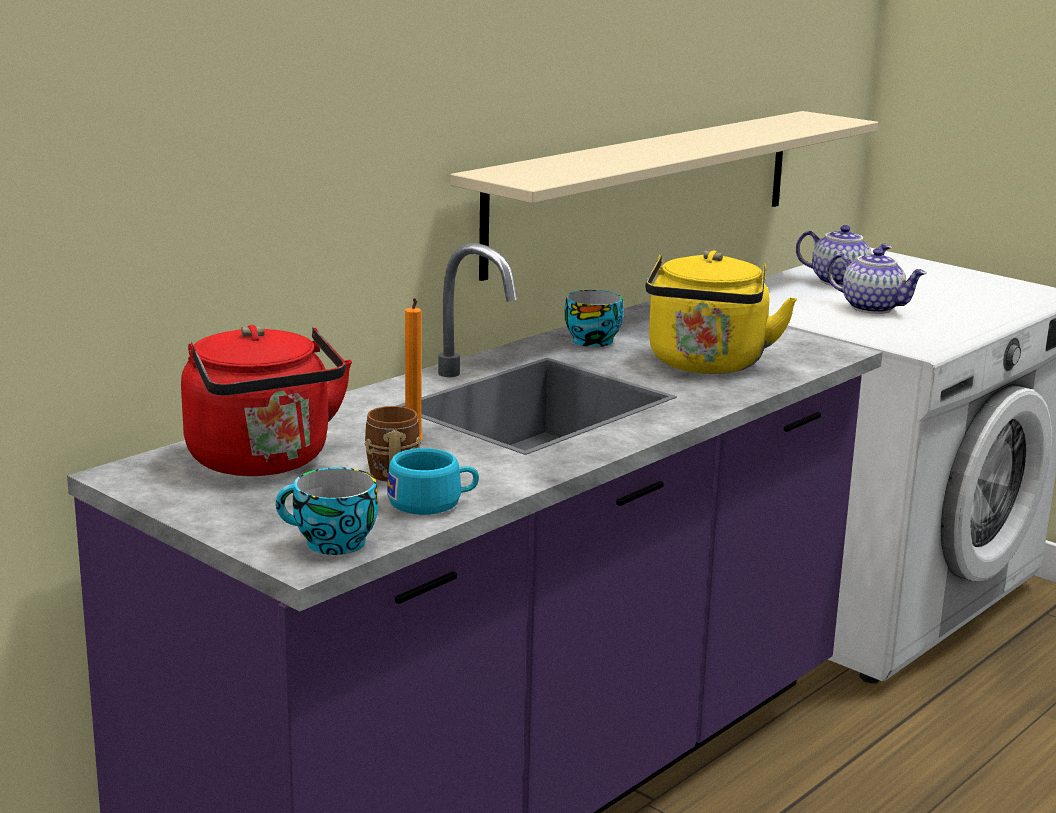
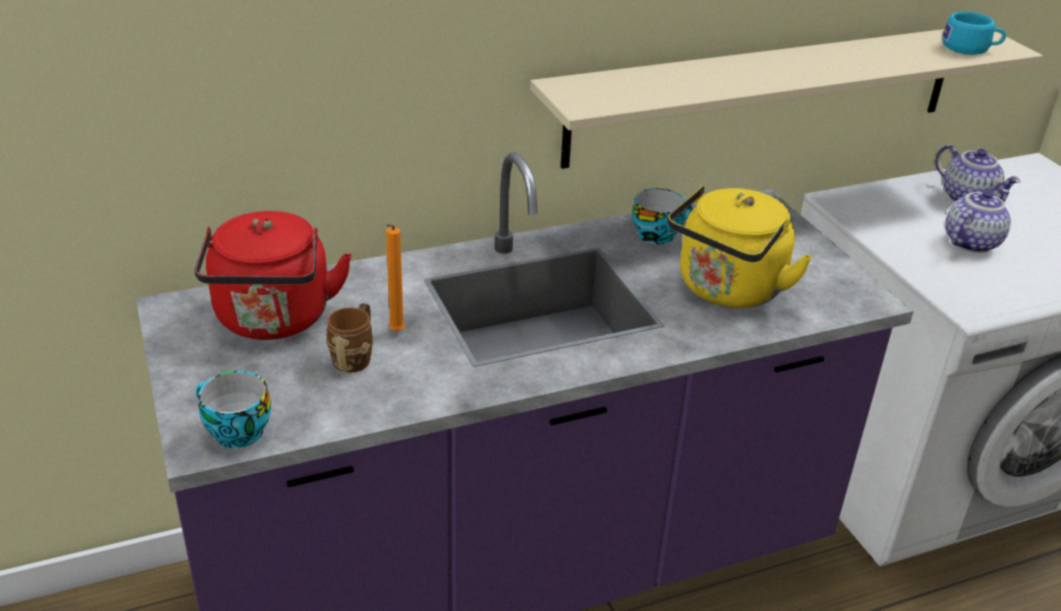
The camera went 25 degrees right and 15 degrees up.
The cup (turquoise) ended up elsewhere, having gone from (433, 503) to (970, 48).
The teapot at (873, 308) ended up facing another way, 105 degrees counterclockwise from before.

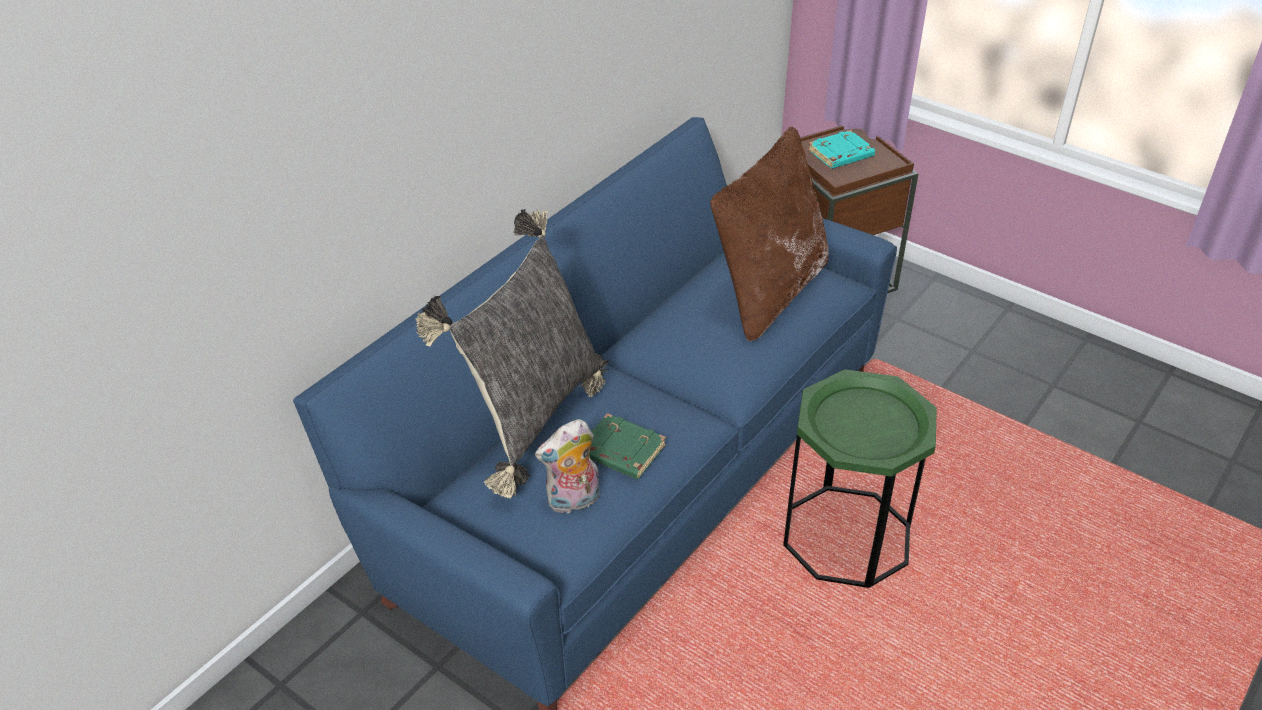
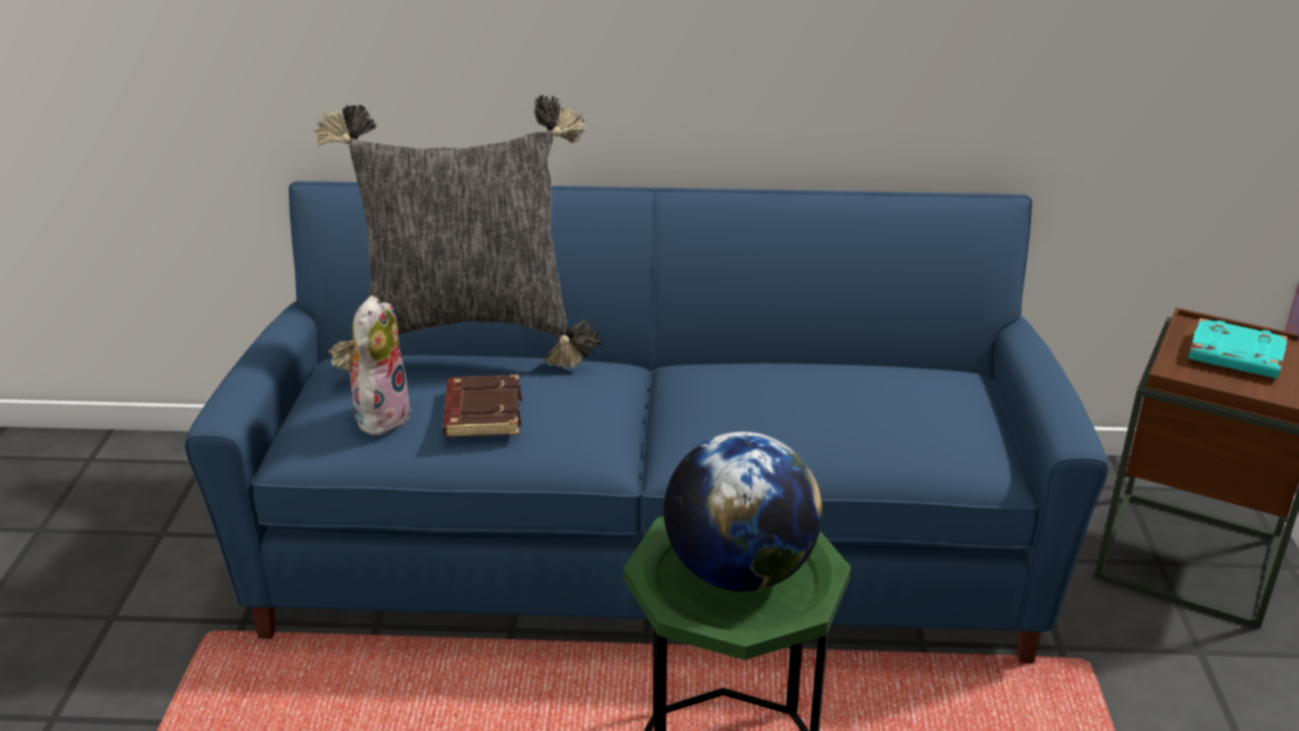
The camera went 55 degrees right and 10 degrees down.
The second view lost the pillow (brown) at (769, 295).
The second view gained the globe at (739, 572).
What was the book (green) at (620, 452) turned into the book (brown) at (481, 413).
The plush toy at (573, 502) ended up facing another way, 75 degrees clockwise from before.

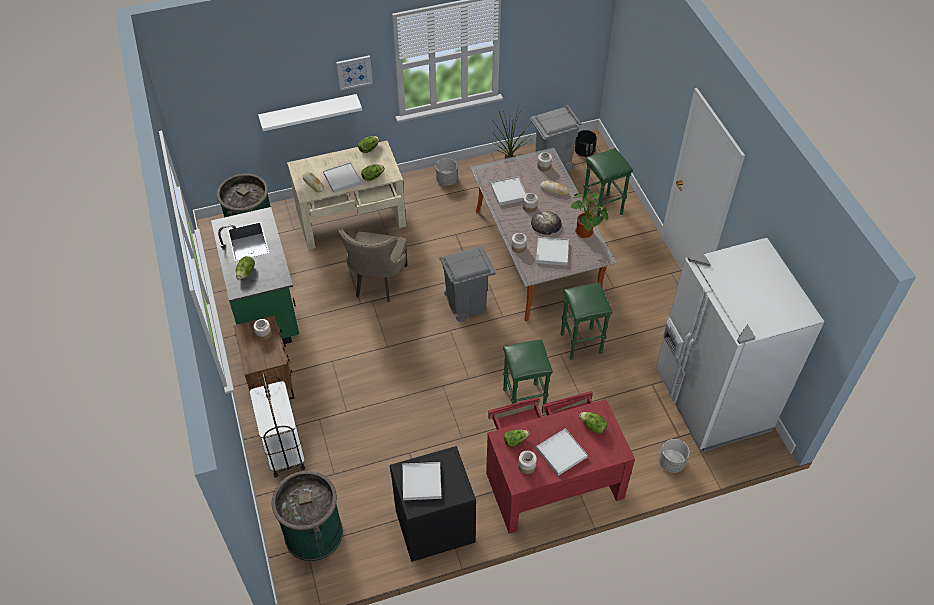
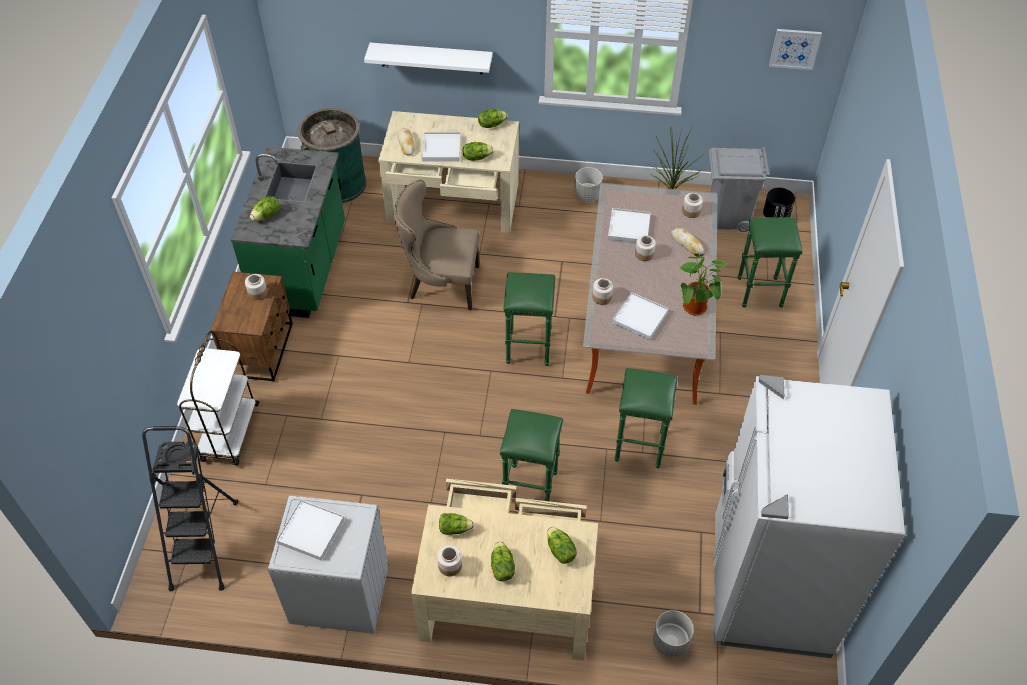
The camera went 25 degrees right and 0 degrees up.
The second view lost the bread at (546, 224).
The picture ended up elsewhere, having gone from (354, 72) to (794, 48).
Where the trash can (green) stood at (313, 533), the step ladder came to stand at (204, 542).
Where the trash can (grey) stood at (466, 304), the stool (green) came to stand at (527, 347).
Where the tray (white) stood at (561, 453), the lettuce came to stand at (501, 567).
What was the washing machine (black) at (434, 525) turned into the washing machine (white) at (339, 592).
What was the desk (red) at (550, 479) turned into the desk (beige) at (506, 597).
The chair (beige) at (378, 282) ended up facing another way, 60 degrees clockwise from before.

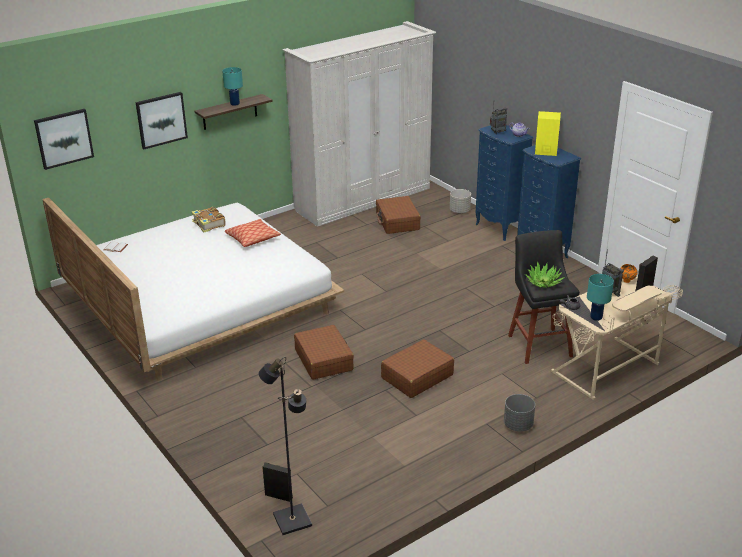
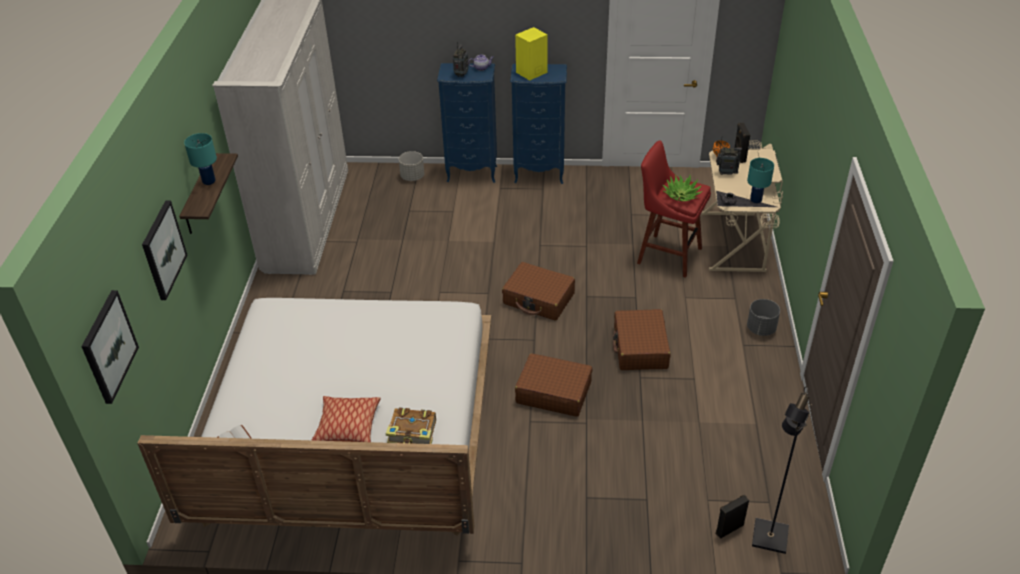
The camera went 50 degrees left and 10 degrees up.
The book ended up elsewhere, having gone from (208, 224) to (413, 433).
The pillow ended up elsewhere, having gone from (253, 238) to (347, 426).
The suitcase (brown) ended up elsewhere, having gone from (397, 222) to (539, 299).
What was the stool (black) at (539, 345) turned into the stool (red) at (668, 255).

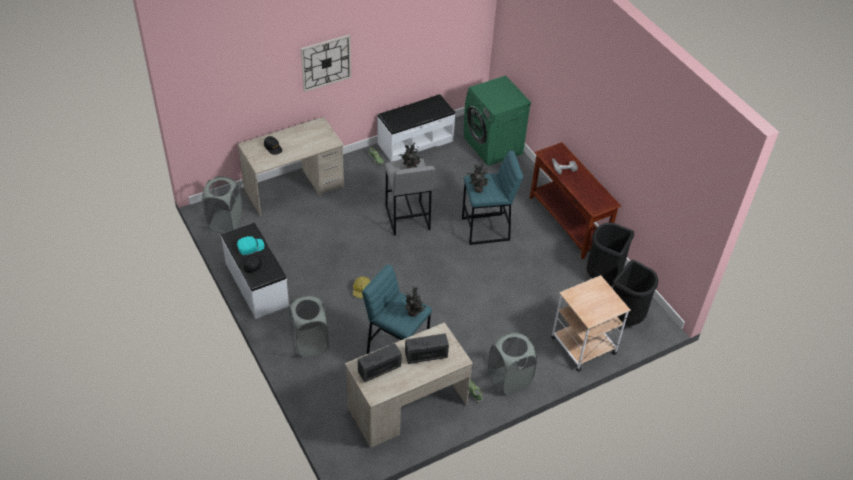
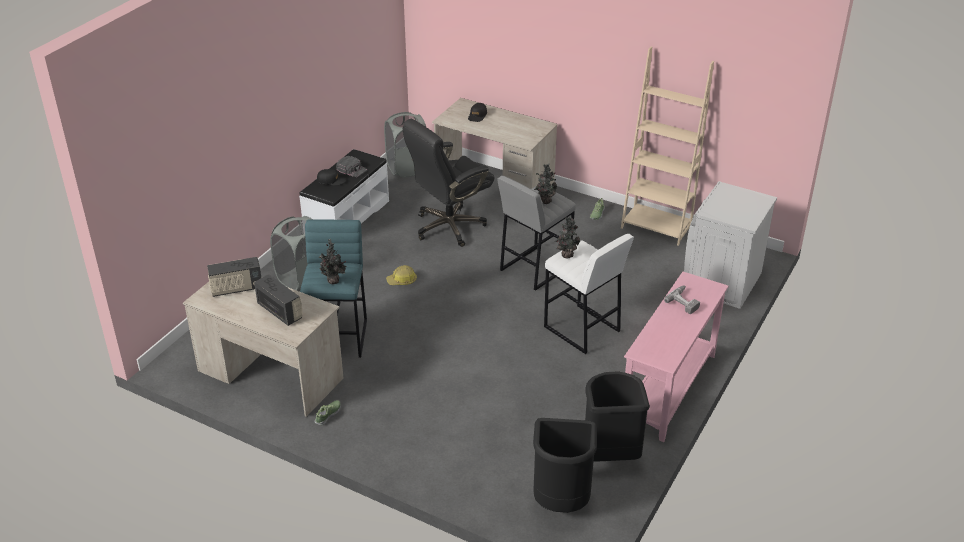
The camera went 60 degrees right and 10 degrees down.
The second view lost the wall clock at (326, 62).
The second view lost the laundry basket (grey) at (509, 379).
The second view lost the cart (beige) at (582, 346).
The second view gained the office chair (black) at (450, 226).
Where the bench (white) stood at (415, 142), the bookcase (beige) came to stand at (656, 227).
What was the cap (turquoise) at (250, 246) turned into the cap (black) at (352, 169).
What was the stool (turquoise) at (487, 229) turned into the stool (white) at (583, 330).
What was the washing machine (green) at (493, 147) turned into the washing machine (white) at (722, 283).
What was the console table (brown) at (568, 223) turned into the console table (pink) at (669, 390).
The radio at (379, 369) ended up facing another way, 135 degrees clockwise from before.

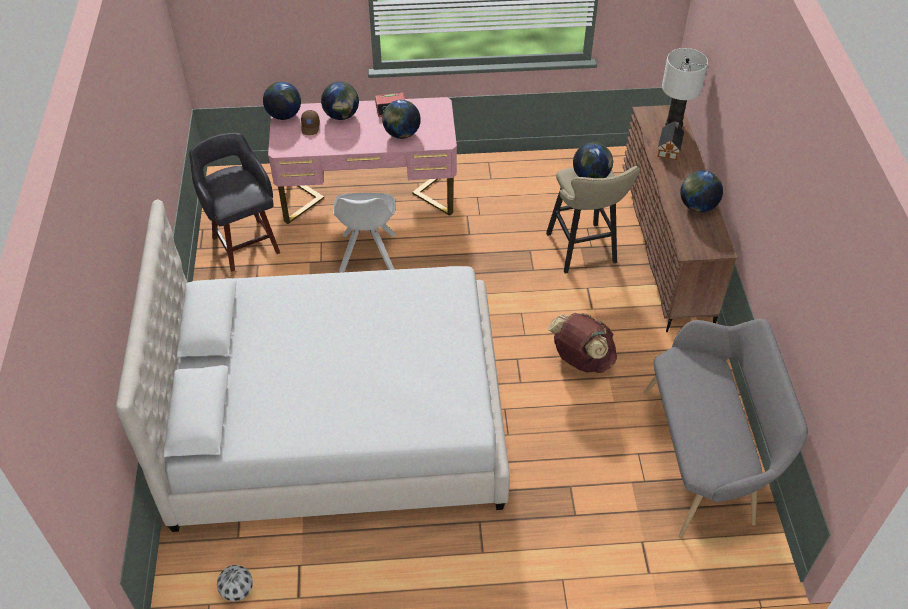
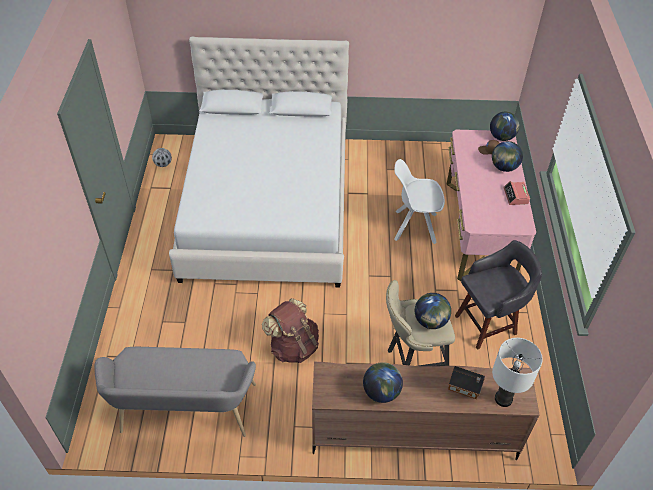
The camera went 95 degrees right and 0 degrees up.
The second view lost the globe at (401, 134).
The stool (grey) ended up elsewhere, having gone from (245, 243) to (488, 324).

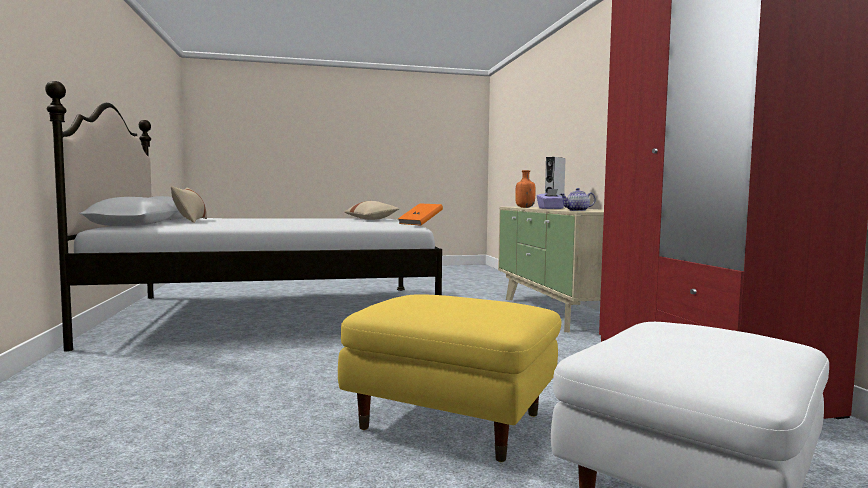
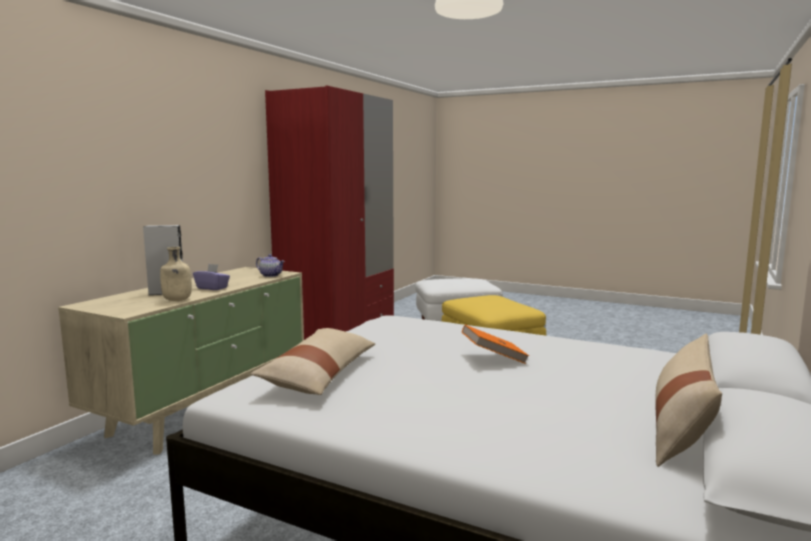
The camera went 140 degrees left and 5 degrees up.
The book (orange) ended up elsewhere, having gone from (420, 224) to (493, 358).
What was the bottle (orange) at (524, 207) turned into the bottle (beige) at (177, 300).

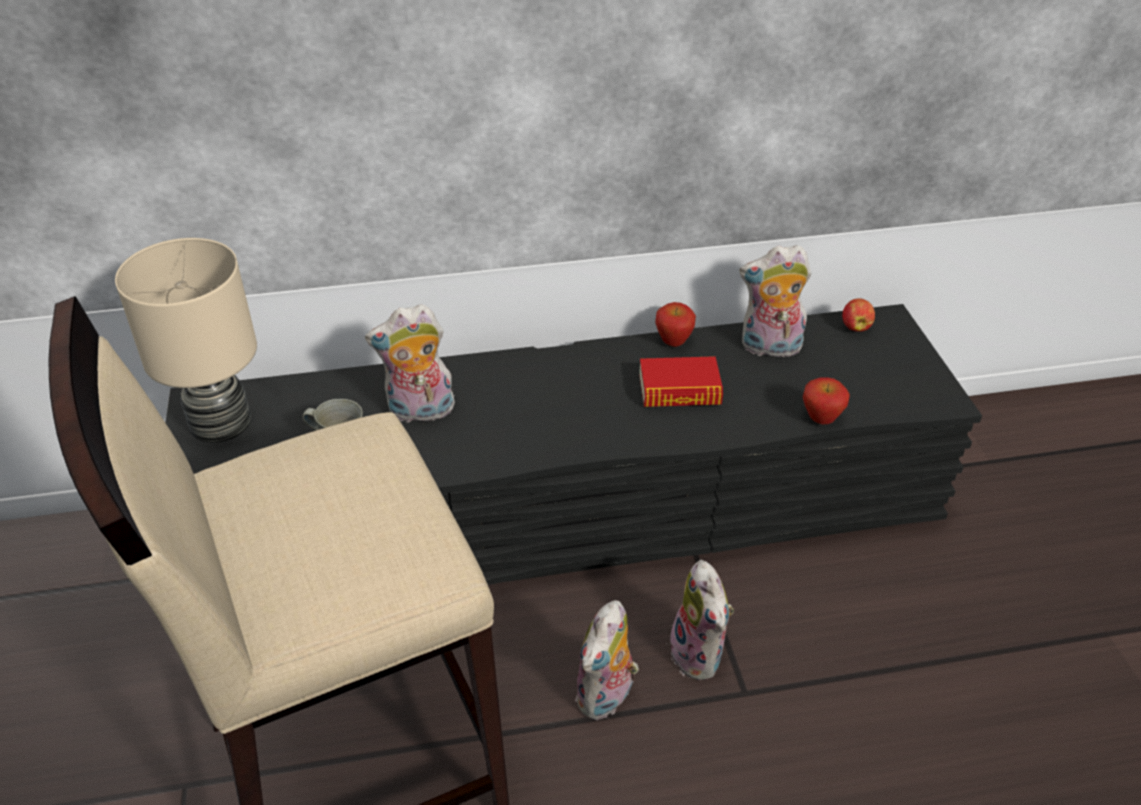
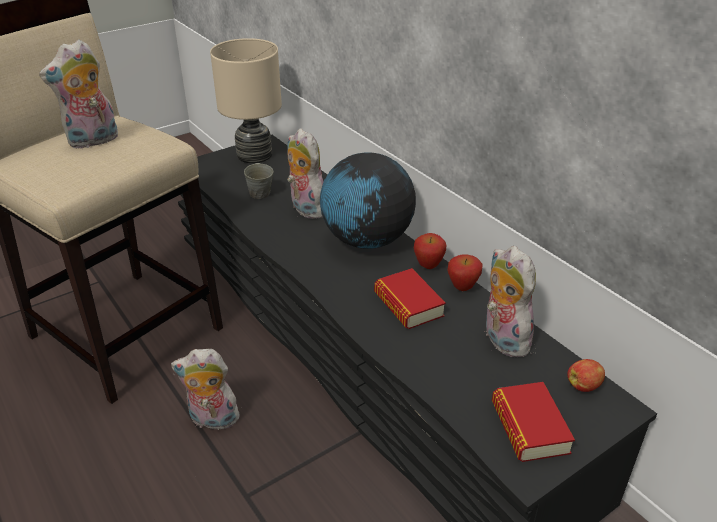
The camera went 65 degrees right and 5 degrees down.
The second view gained the globe at (366, 240).
The second view gained the book at (529, 427).
The plush toy ended up elsewhere, having gone from (700, 655) to (93, 141).
The apple ended up elsewhere, having gone from (821, 420) to (428, 266).

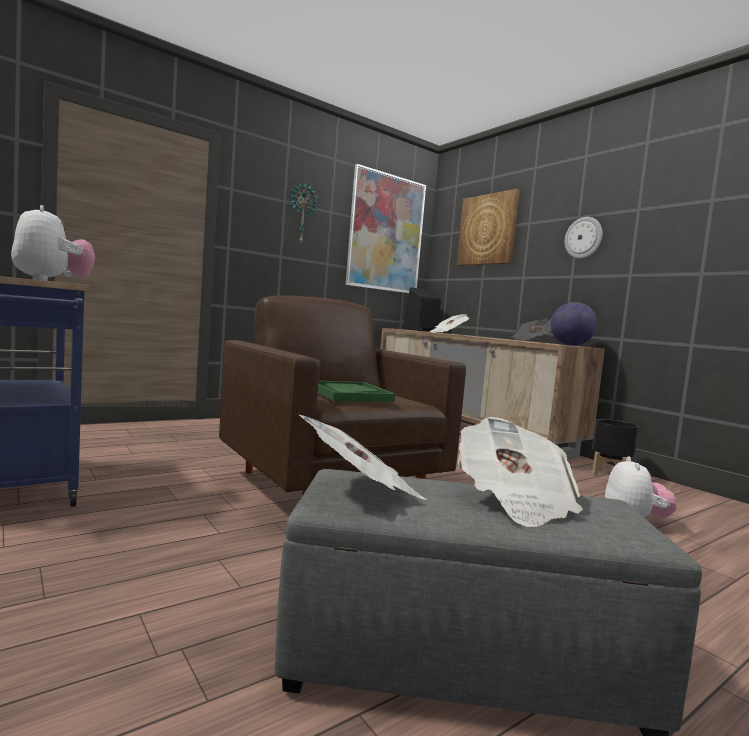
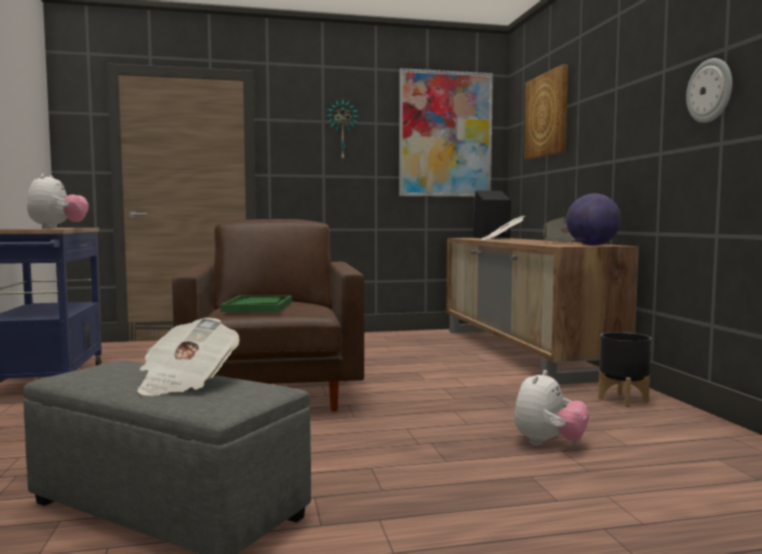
The camera went 25 degrees right and 0 degrees up.
The second view lost the newspaper at (361, 491).
The wall clock ended up elsewhere, having gone from (583, 238) to (710, 91).

